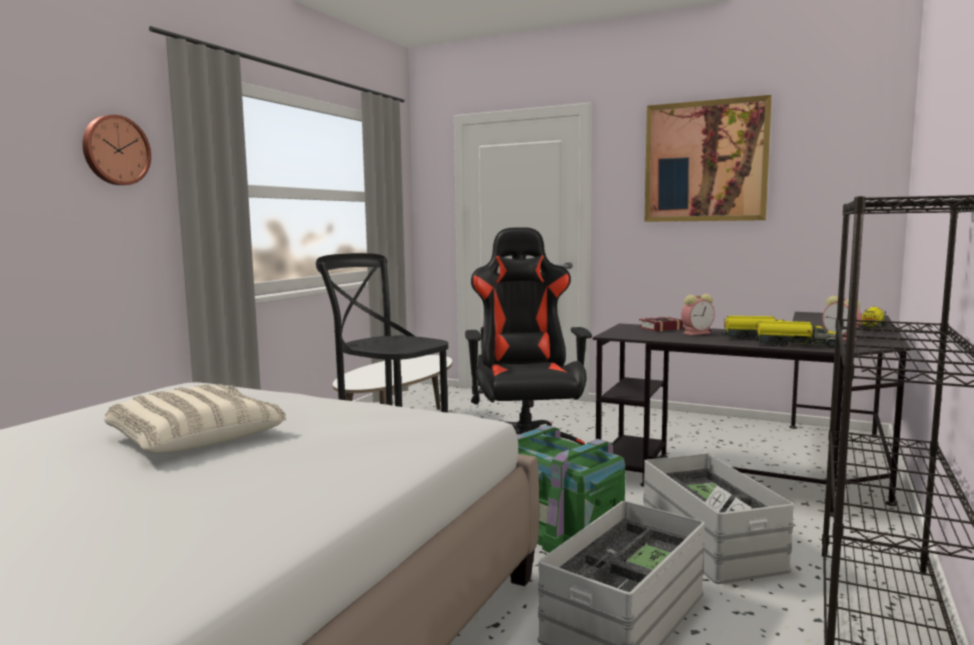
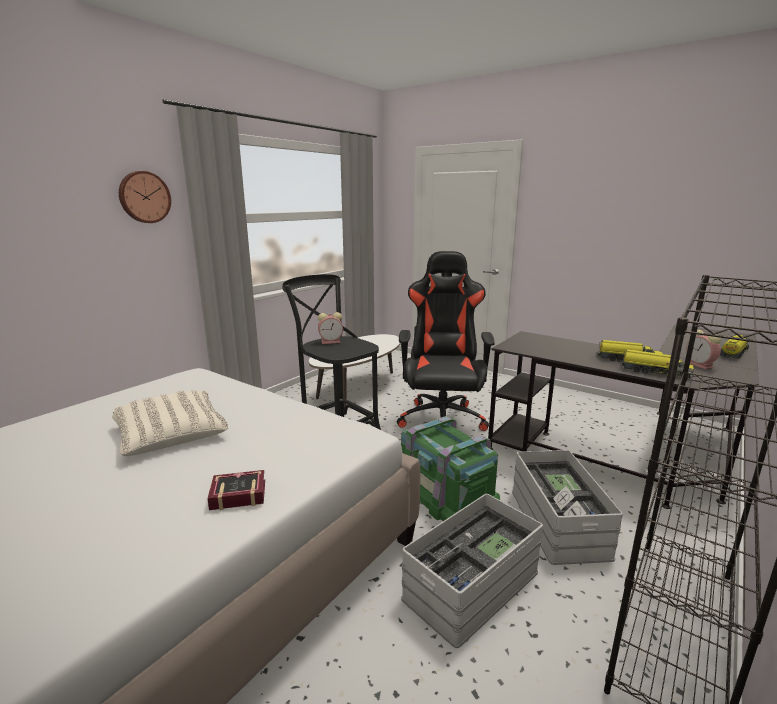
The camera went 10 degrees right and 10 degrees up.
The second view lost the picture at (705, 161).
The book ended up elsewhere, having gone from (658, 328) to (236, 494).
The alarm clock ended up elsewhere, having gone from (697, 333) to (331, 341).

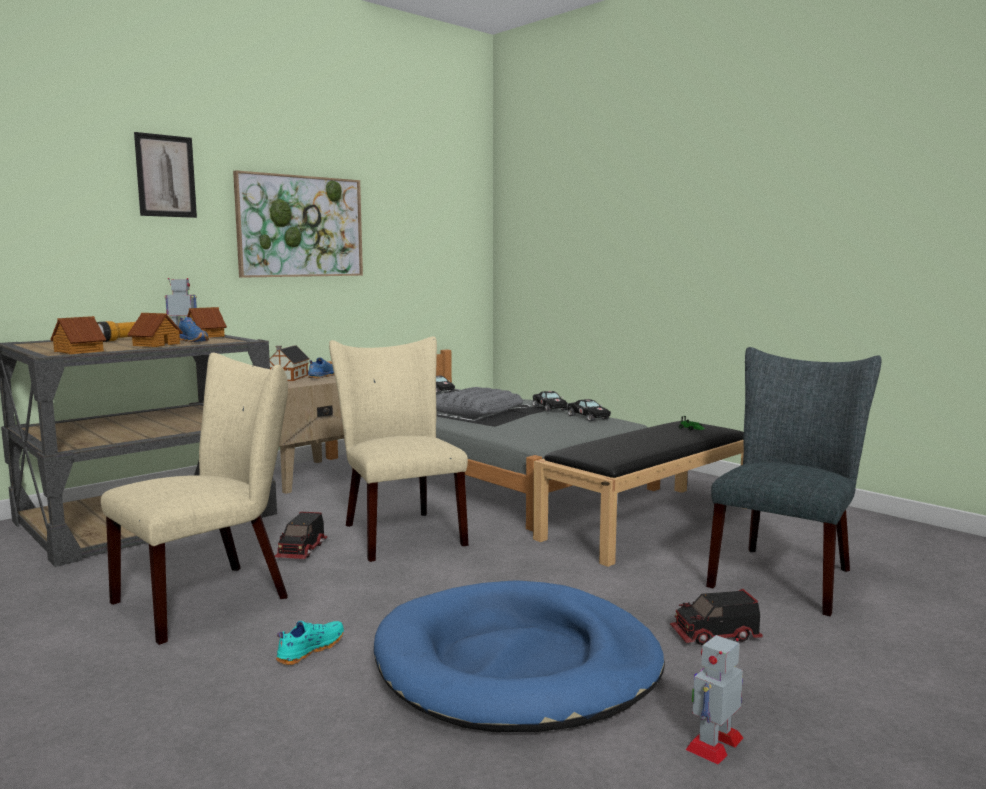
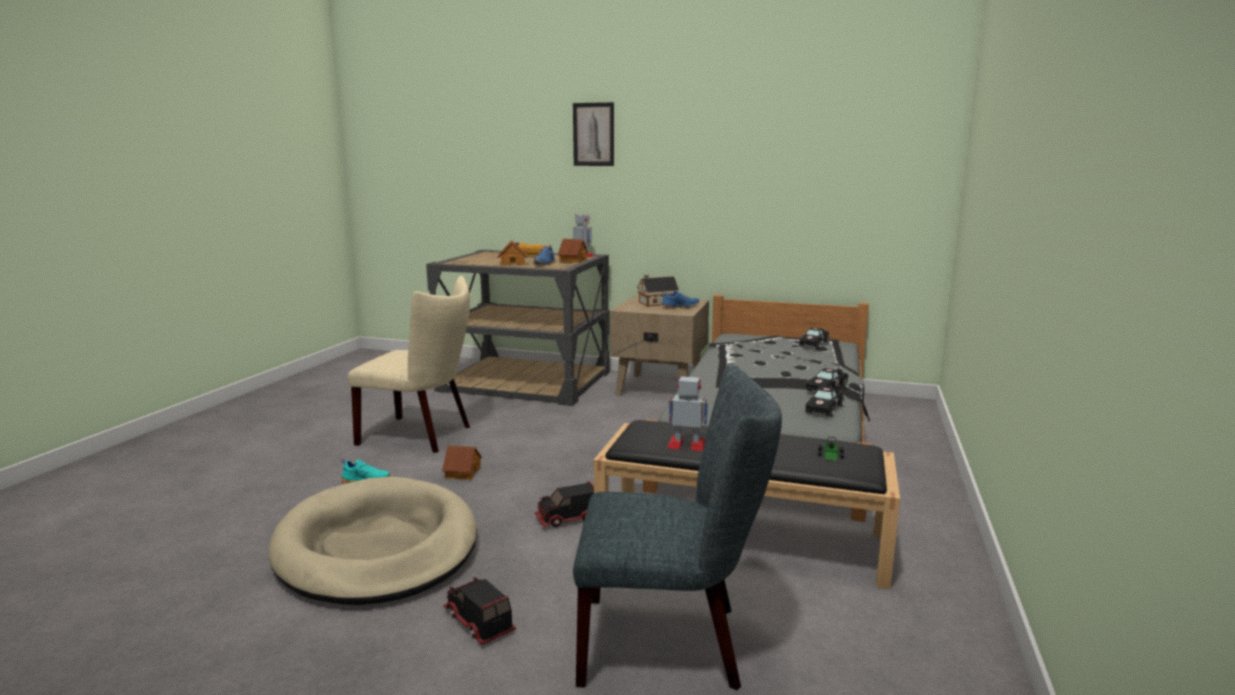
The camera went 60 degrees right and 5 degrees up.
The second view lost the picture at (300, 226).
The second view lost the chair (beige) at (399, 532).
The second view lost the pillow (grey) at (475, 413).
The toy house ended up elsewhere, having gone from (78, 351) to (462, 472).
The toy truck ended up elsewhere, having gone from (302, 551) to (568, 519).
The toy robot ended up elsewhere, having gone from (714, 743) to (687, 445).
What was the dog bed (blue) at (517, 664) turned into the dog bed (beige) at (378, 547).

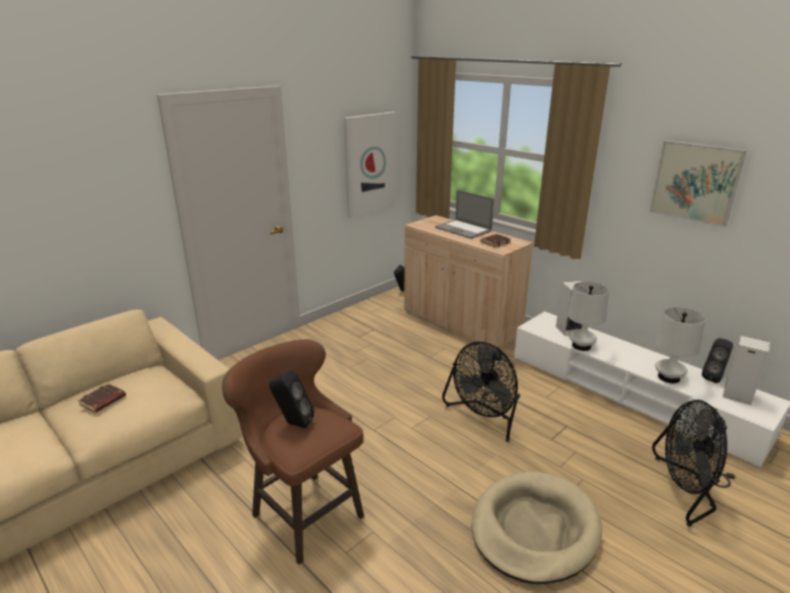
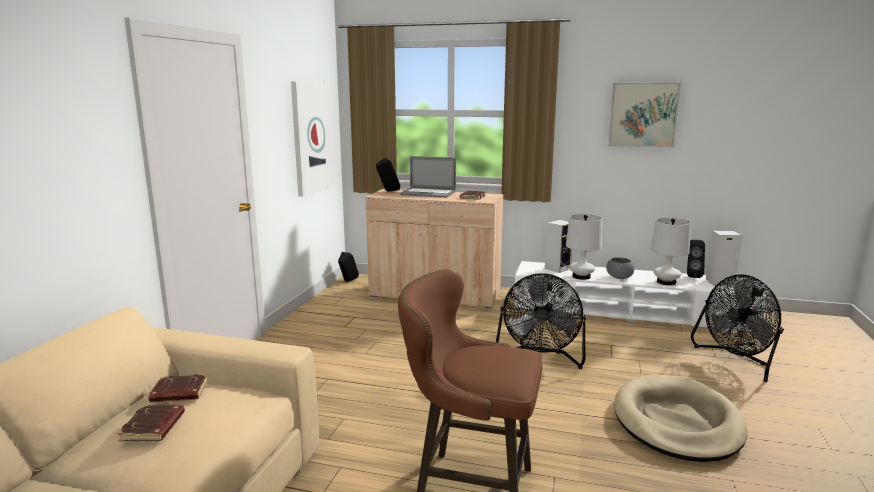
The camera went 30 degrees left and 10 degrees down.
The second view gained the book (brown) at (178, 393).
The second view gained the bowl (grey) at (619, 277).
The speaker (black) ended up elsewhere, having gone from (293, 423) to (388, 191).

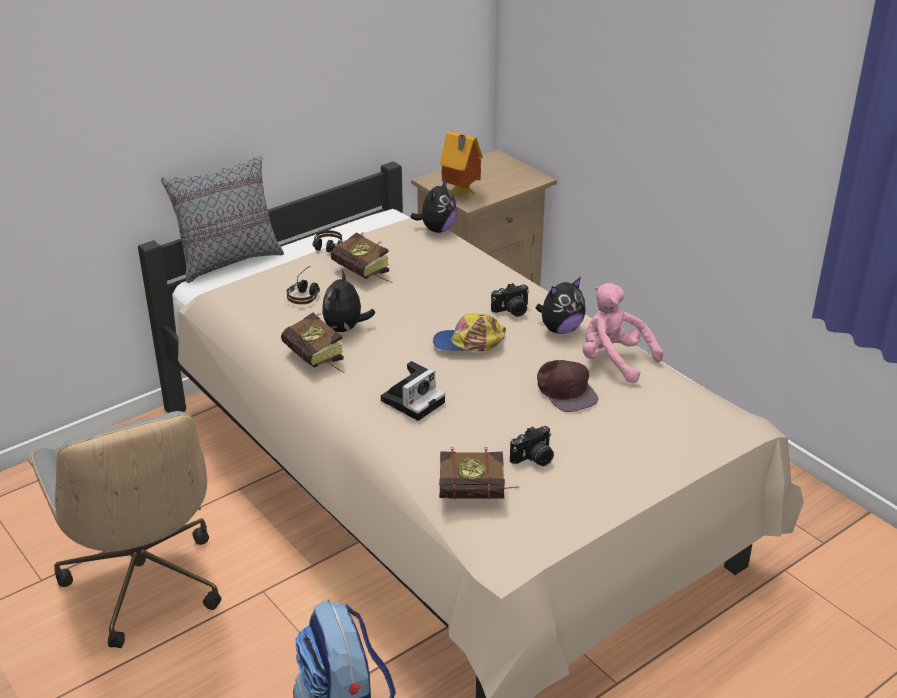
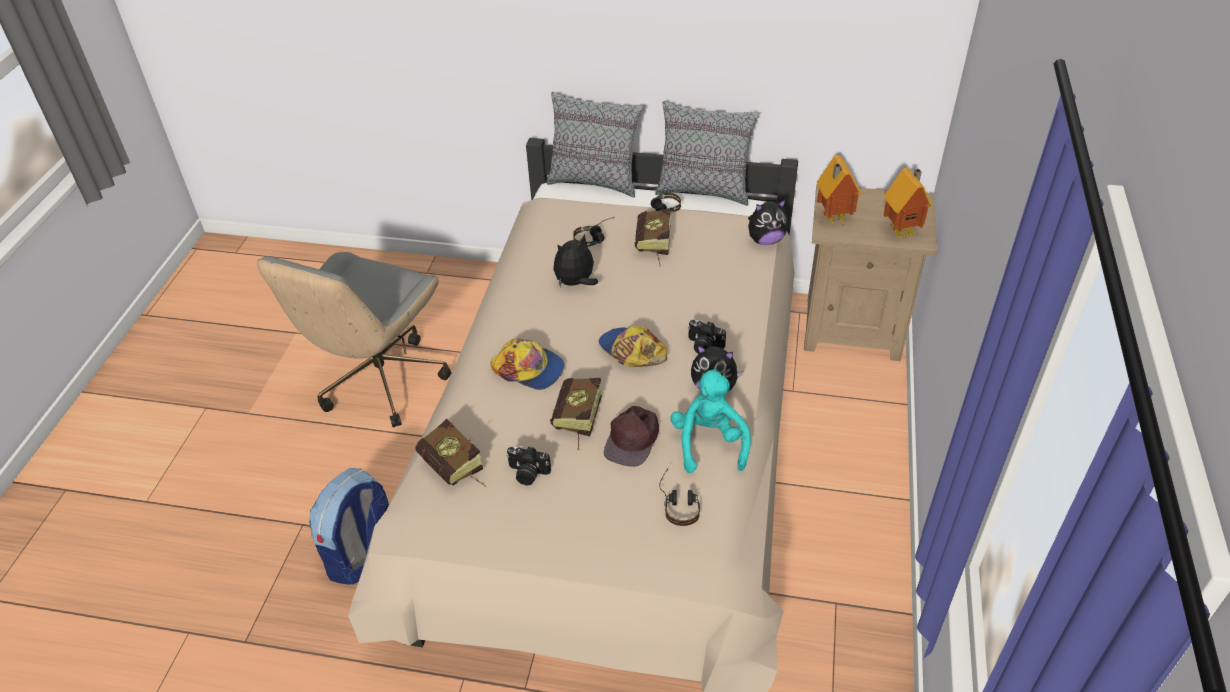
The camera went 50 degrees right and 10 degrees up.
The second view gained the pillow (grey) at (703, 192).
The second view gained the headphones at (679, 503).
The second view gained the toy house at (902, 231).
The book ended up elsewhere, having gone from (317, 361) to (576, 422).
Where the photo camera stood at (413, 400), the cap came to stand at (529, 369).
What was the plush toy (pink) at (614, 361) turned into the plush toy (turquoise) at (709, 443).

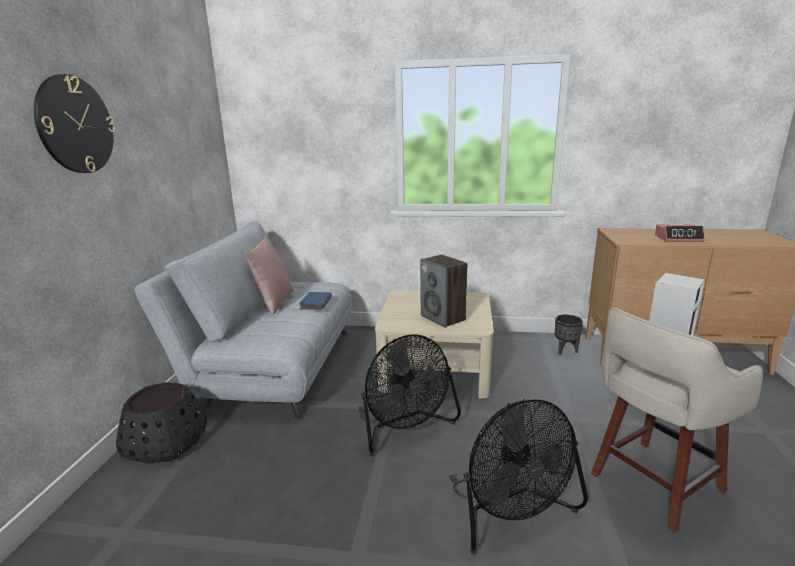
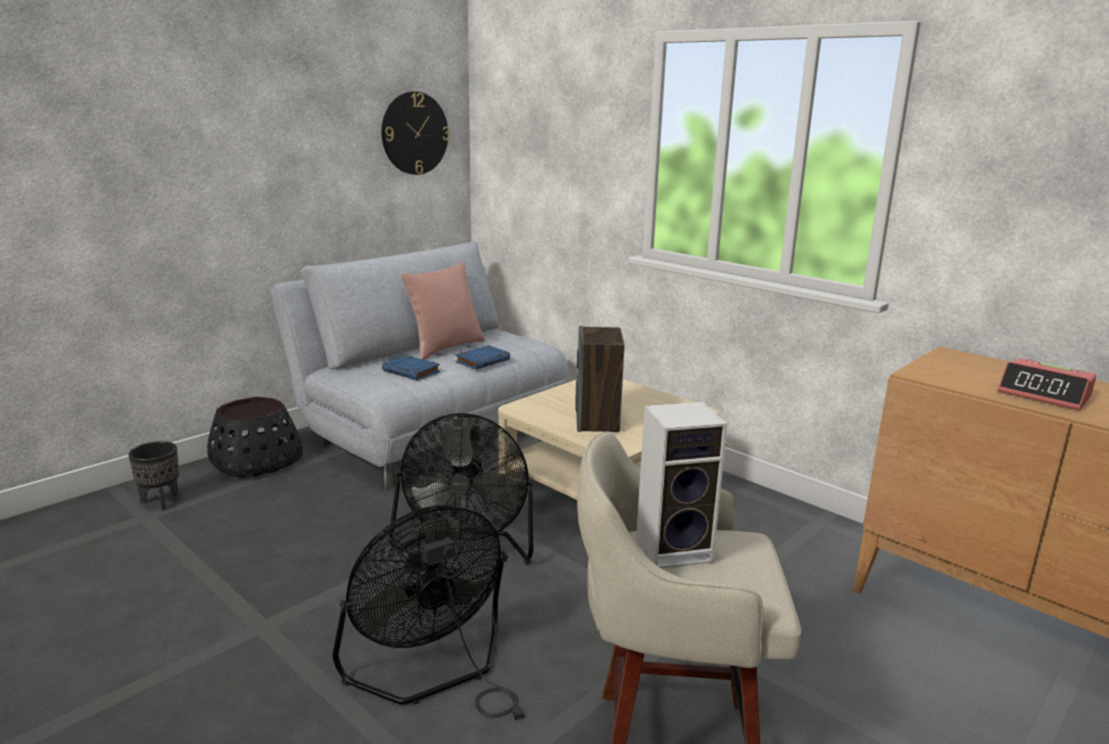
The camera went 35 degrees right and 0 degrees up.
The second view gained the book (blue) at (412, 372).
The wall clock ended up elsewhere, having gone from (75, 125) to (414, 133).
The planter (black) ended up elsewhere, having gone from (565, 351) to (160, 502).
The fan (black) at (507, 513) ended up facing another way, 135 degrees clockwise from before.

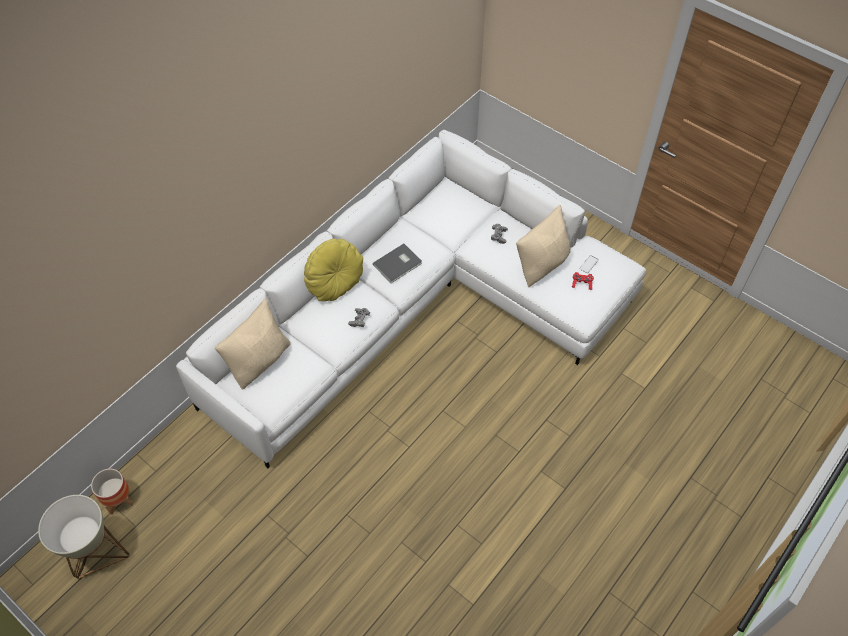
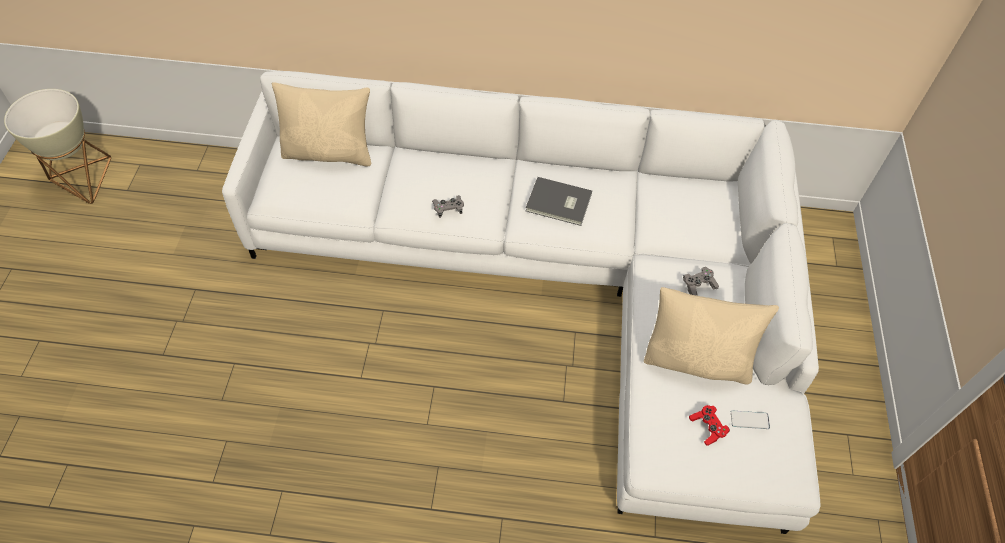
The camera went 55 degrees right and 0 degrees up.
The second view lost the planter at (119, 500).
The second view lost the pillow (yellow) at (336, 287).

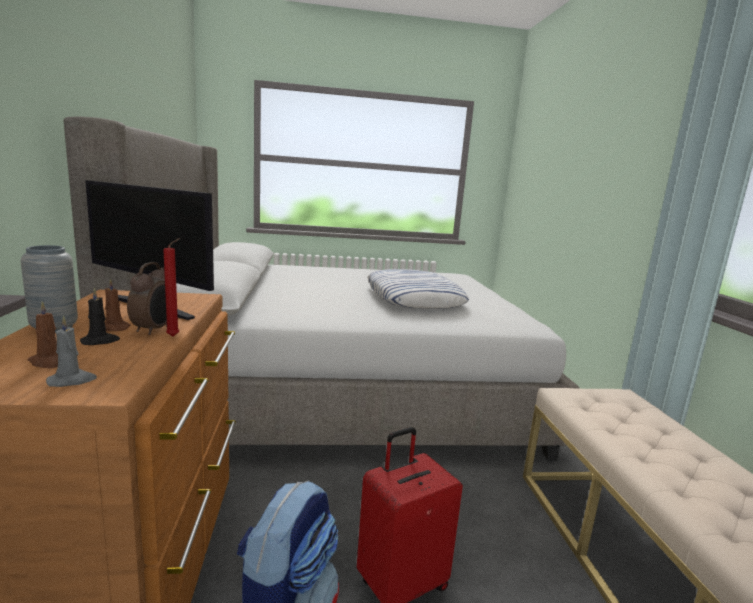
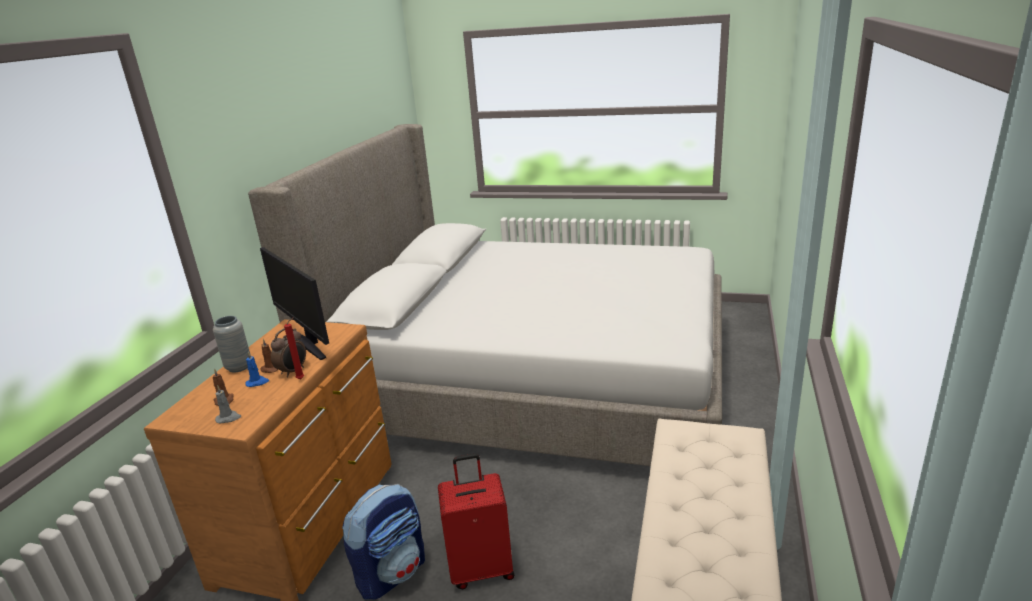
The camera went 25 degrees right and 10 degrees up.
The second view lost the pillow at (413, 298).
What was the candle (black) at (100, 341) turned into the candle (blue) at (257, 382).

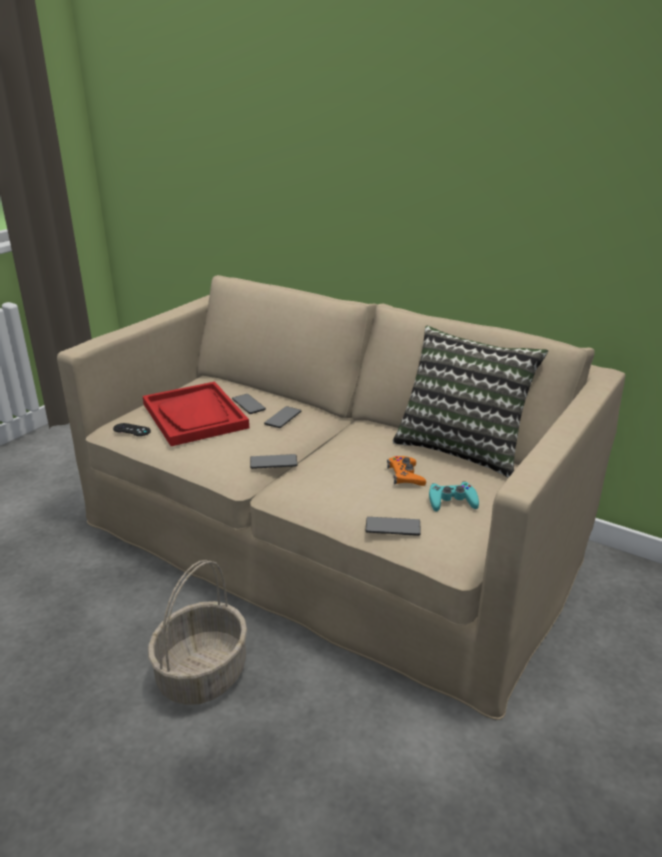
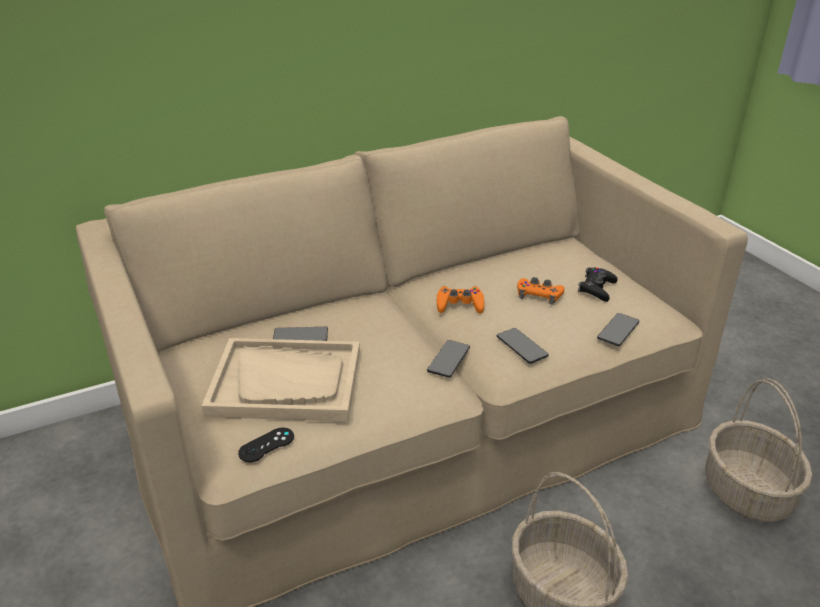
The camera went 60 degrees left and 5 degrees up.
The second view lost the pillow at (462, 447).
The second view gained the game controller (orange) at (459, 304).
The second view gained the basket at (748, 493).
The phone ended up elsewhere, having gone from (283, 418) to (521, 346).
What was the tray (red) at (195, 416) turned into the tray (beige) at (286, 382).
What was the game controller (turquoise) at (452, 501) turned into the game controller (black) at (596, 288).

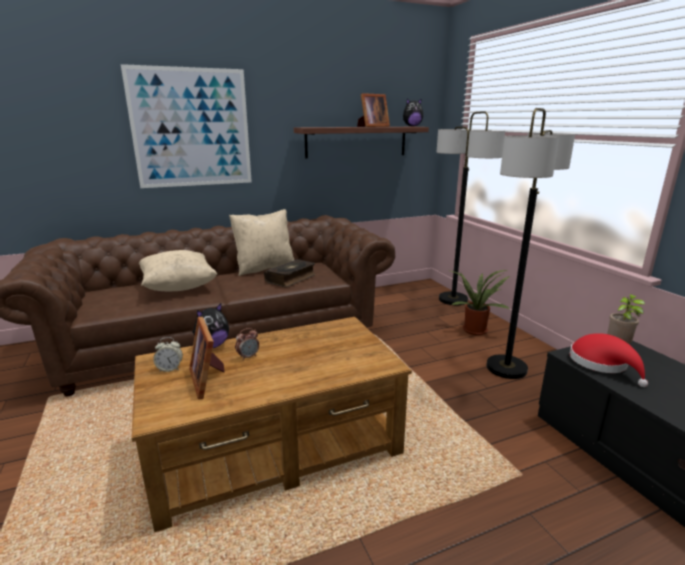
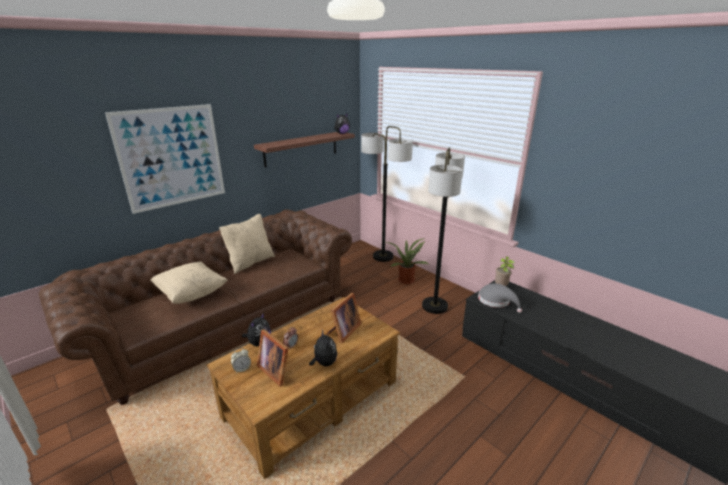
The camera went 20 degrees left and 5 degrees up.
The second view lost the book at (291, 279).
The second view gained the plush toy at (324, 363).
The picture frame ended up elsewhere, having gone from (372, 126) to (343, 331).
What was the hat (red) at (602, 364) turned into the hat (grey) at (496, 301).

